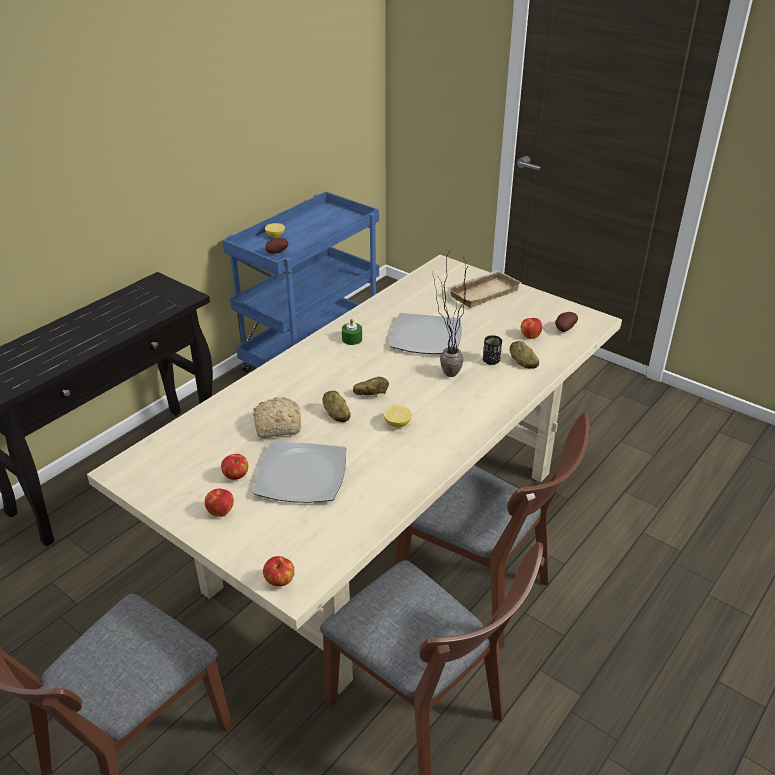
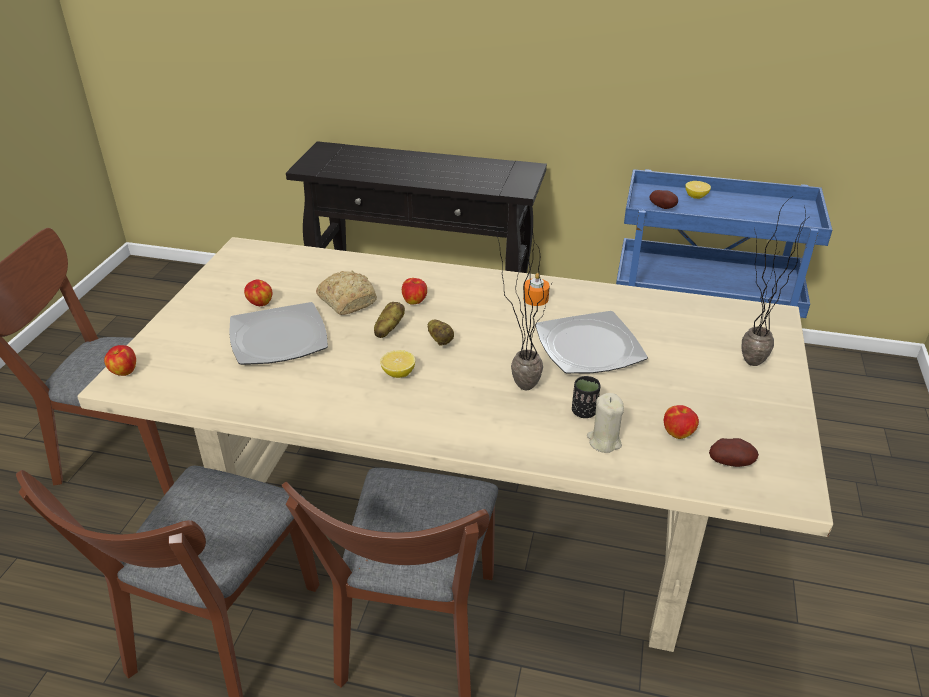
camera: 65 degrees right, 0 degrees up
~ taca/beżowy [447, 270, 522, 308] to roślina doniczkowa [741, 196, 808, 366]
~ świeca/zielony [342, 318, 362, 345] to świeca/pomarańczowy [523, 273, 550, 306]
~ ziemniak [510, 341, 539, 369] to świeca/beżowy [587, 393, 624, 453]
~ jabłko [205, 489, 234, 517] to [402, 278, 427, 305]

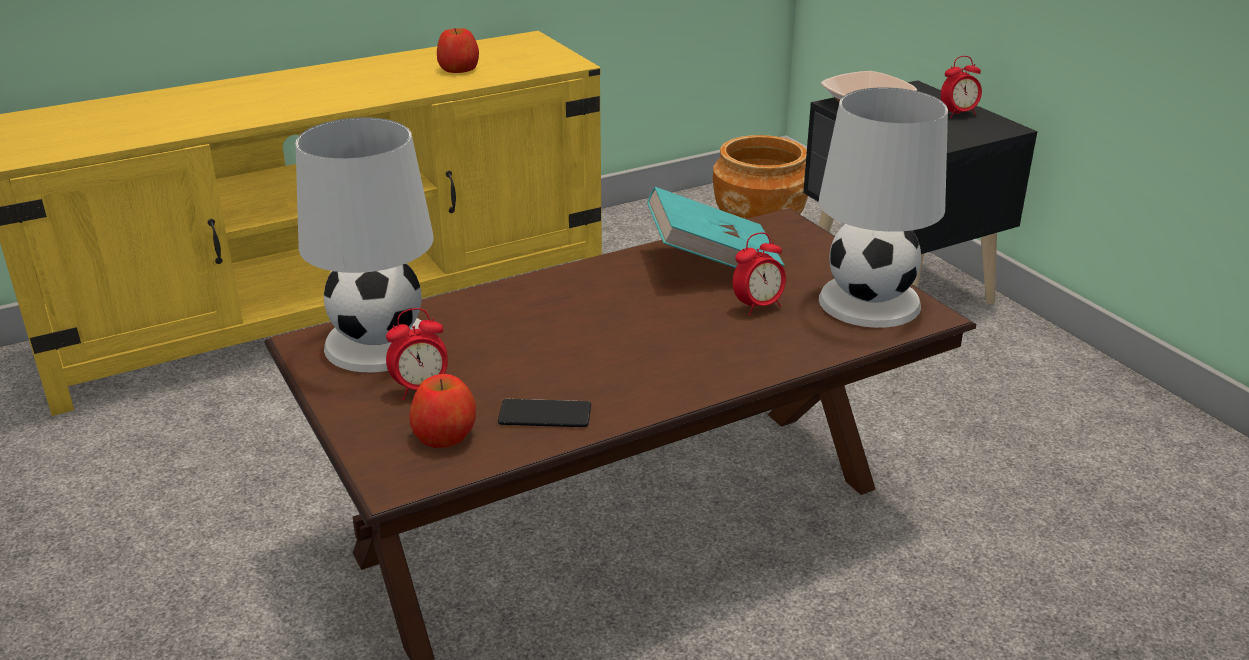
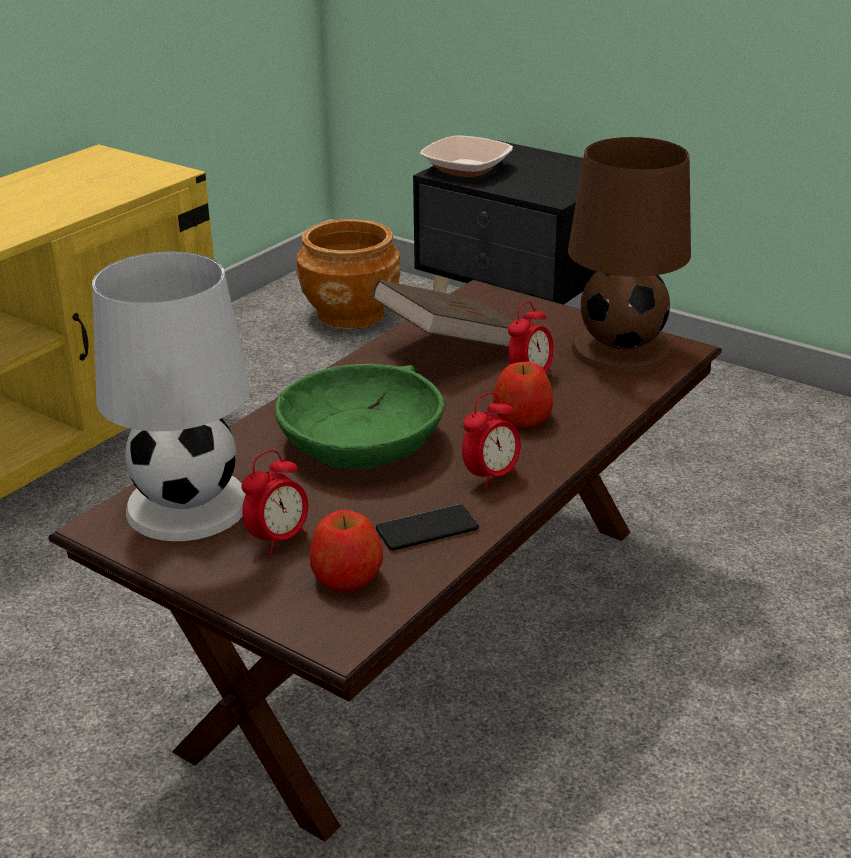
camera: 25 degrees left, 0 degrees up
~ jabłko [437, 28, 479, 73] to [493, 361, 553, 428]
~ budzik [941, 56, 982, 118] to [462, 392, 521, 489]
~ lampa stołowa/biały [819, 87, 948, 328] to lampa stołowa/brązowy [568, 137, 691, 373]
~ książka/turkusowy [647, 187, 784, 268] to książka/brązowy [373, 280, 513, 348]
+ miska/zielony [275, 364, 444, 468]

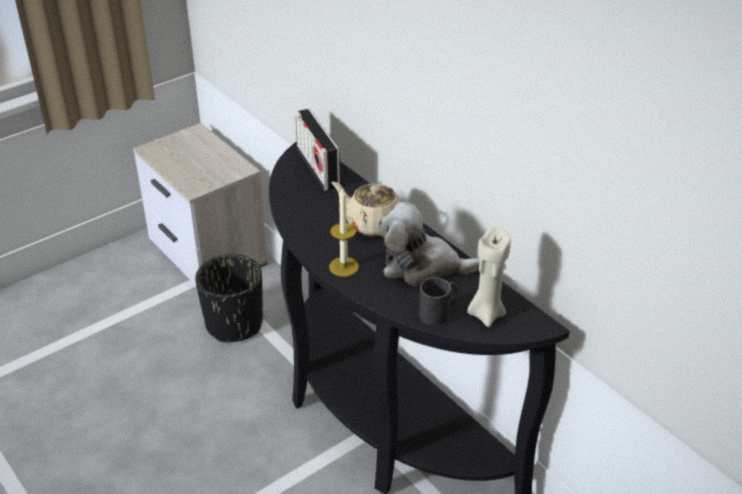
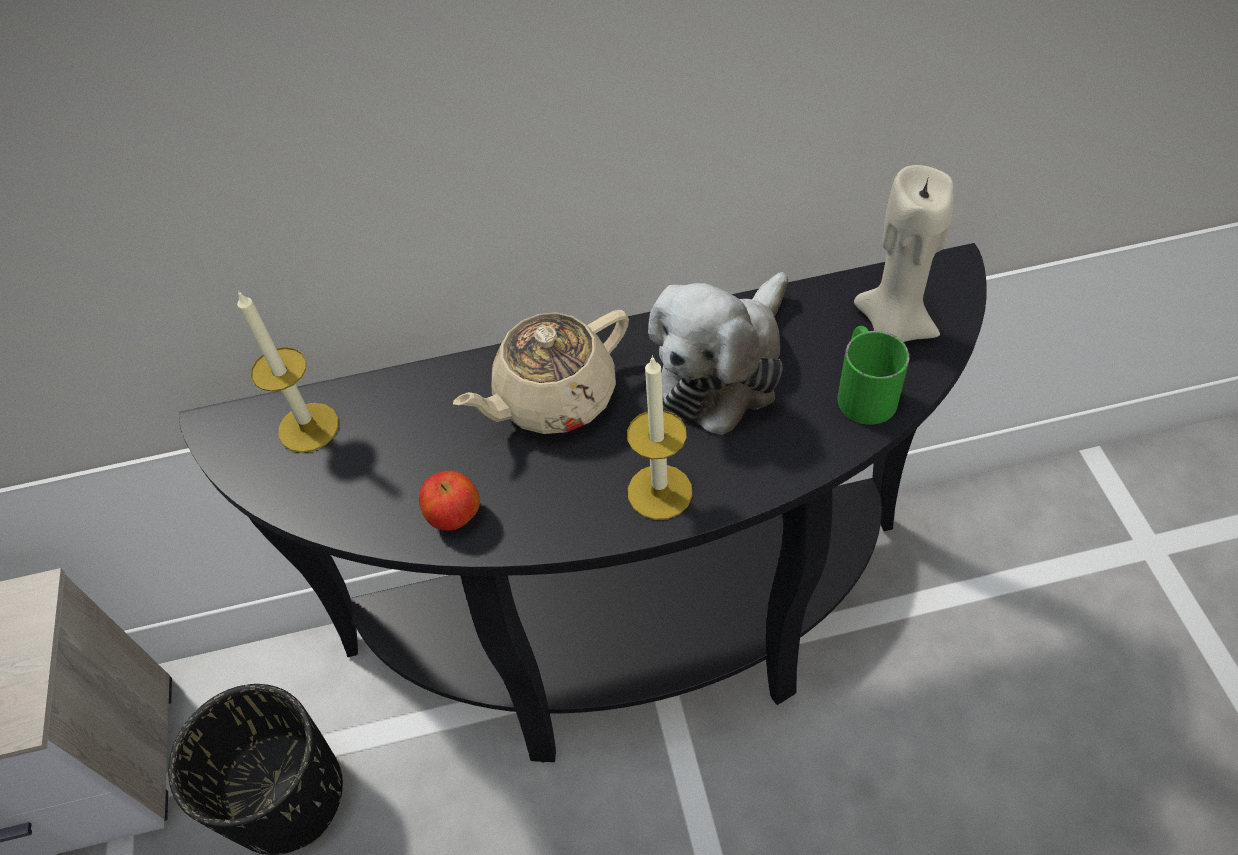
camera: 60 degrees left, 15 degrees up
~ radio [295, 109, 340, 191] to świeca [237, 290, 339, 453]
~ kubek/czarny [419, 278, 458, 326] to kubek/zielony [837, 326, 910, 425]
+ jabłko [419, 471, 480, 531]

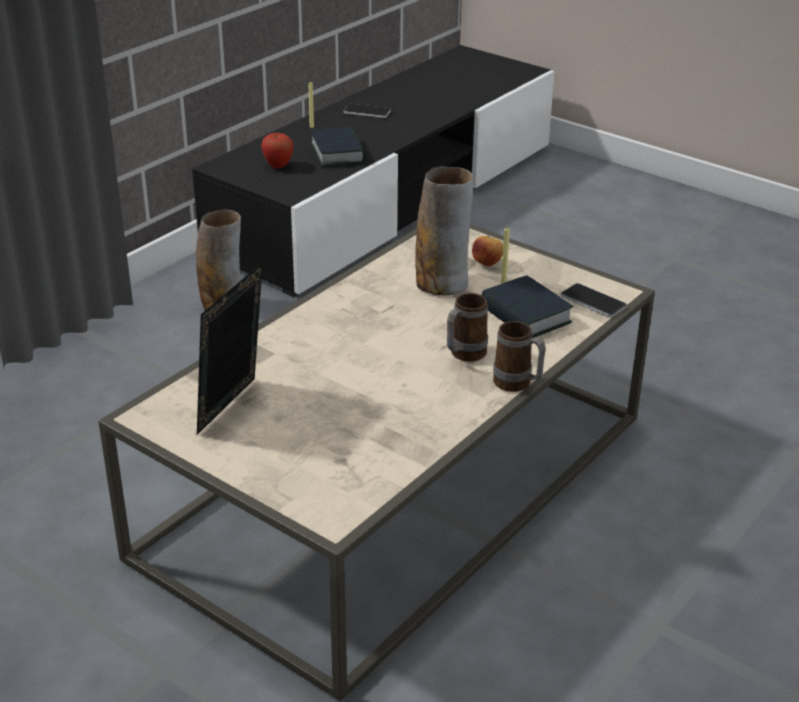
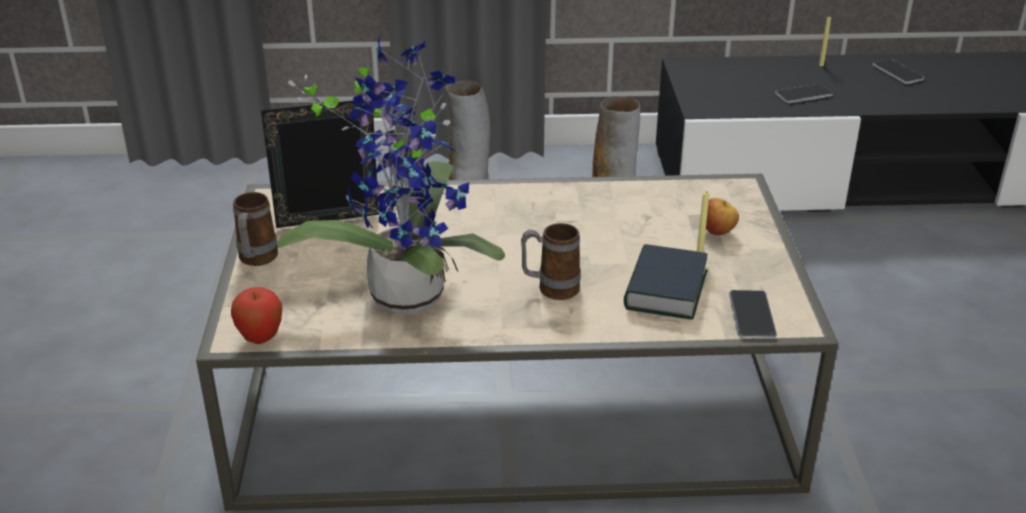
camera: 50 degrees right, 0 degrees up
~ książka [311, 127, 365, 167] to telefon [775, 84, 833, 103]
~ jabłko [261, 133, 294, 169] to [231, 287, 282, 344]
~ wazon [415, 167, 473, 296] to [445, 80, 490, 180]
~ kubek [493, 321, 546, 392] to [233, 192, 278, 266]
+ roślina doniczkowa [277, 36, 505, 314]

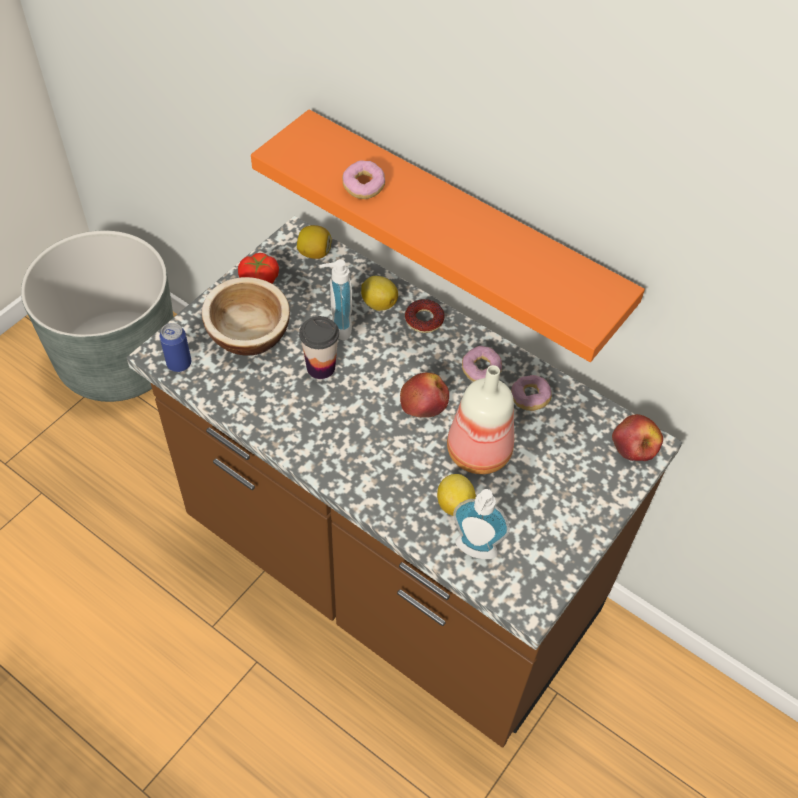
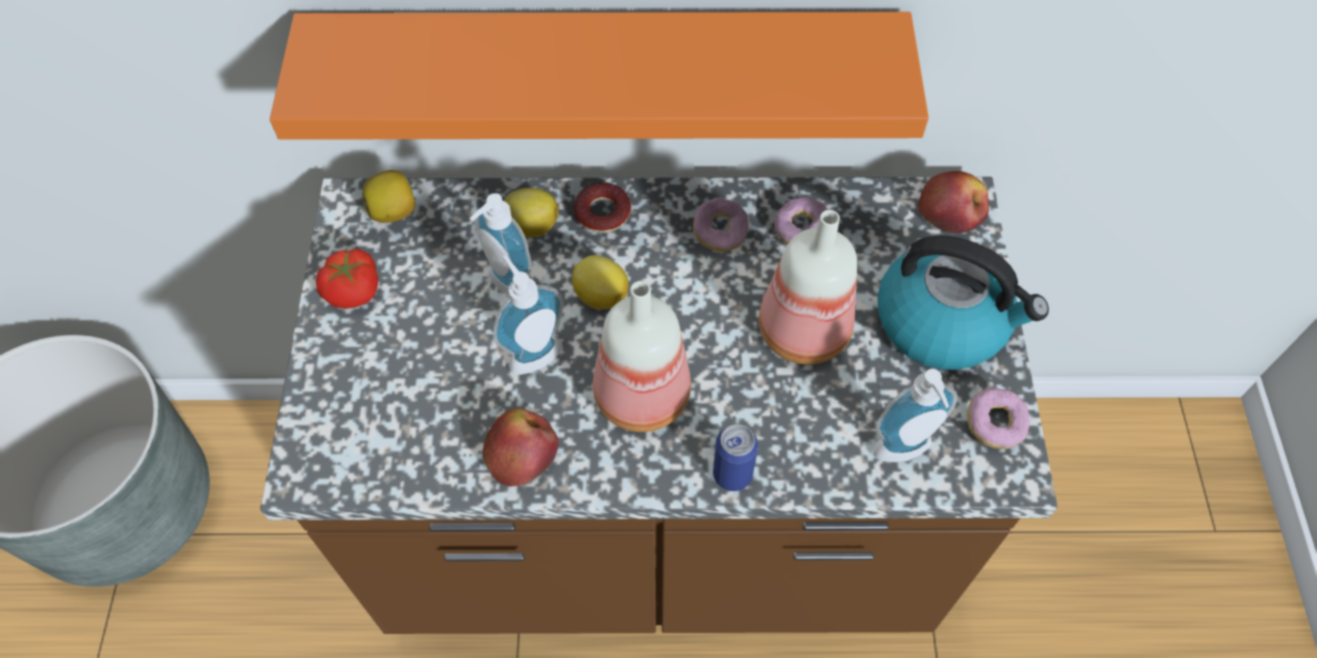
camera: 35 degrees left, 5 degrees up
~ donut [342, 160, 385, 199] to [967, 388, 1029, 449]
- miska [202, 277, 290, 356]
~ filiżanka [299, 316, 339, 379] to dozownik mydła [493, 255, 564, 375]
~ puszka [160, 323, 191, 372] to [713, 424, 758, 491]
~ jabłko [400, 373, 449, 418] to [482, 408, 559, 487]
~ cytryna [437, 474, 476, 516] to [572, 255, 629, 310]
+ czajnik [877, 235, 1049, 370]
+ butelka [593, 281, 691, 432]

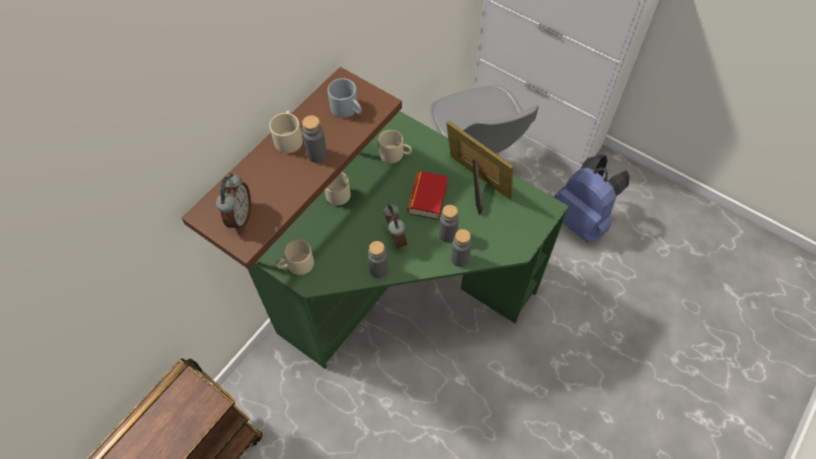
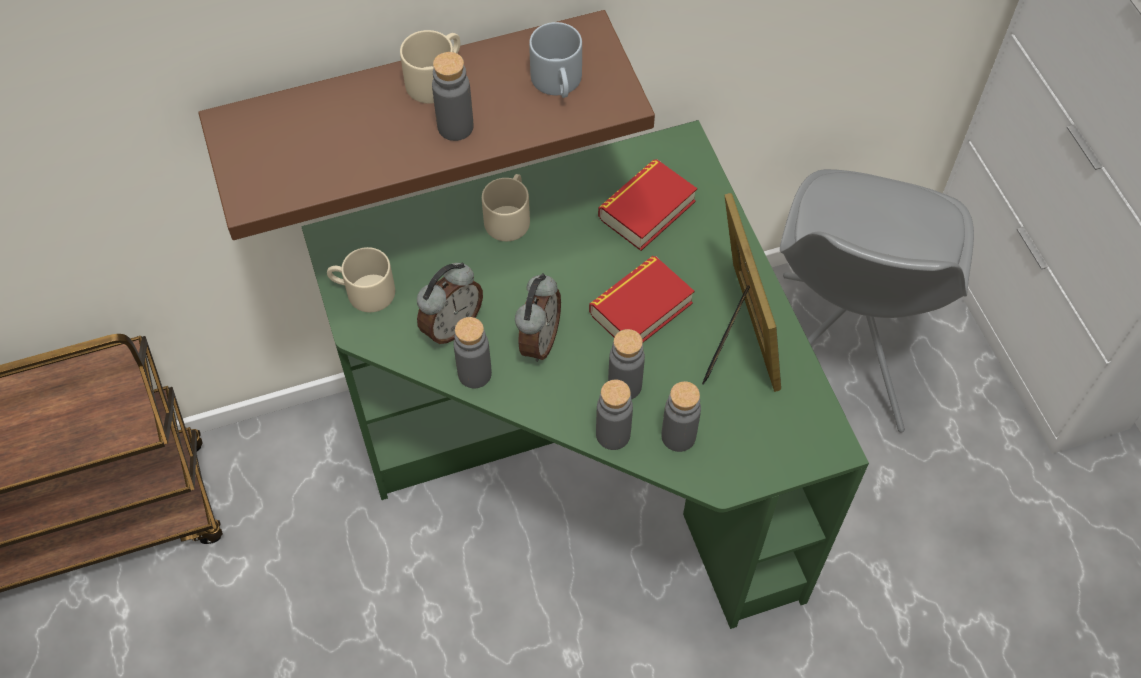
camera: 35 degrees right, 0 degrees up
~ kubek/beżowy [378, 130, 412, 163] to książka [598, 159, 697, 251]
- plecak/niebieski [554, 154, 630, 242]
~ budzik [216, 173, 251, 230] to [417, 262, 483, 344]
+ butelka/szary [661, 381, 701, 452]

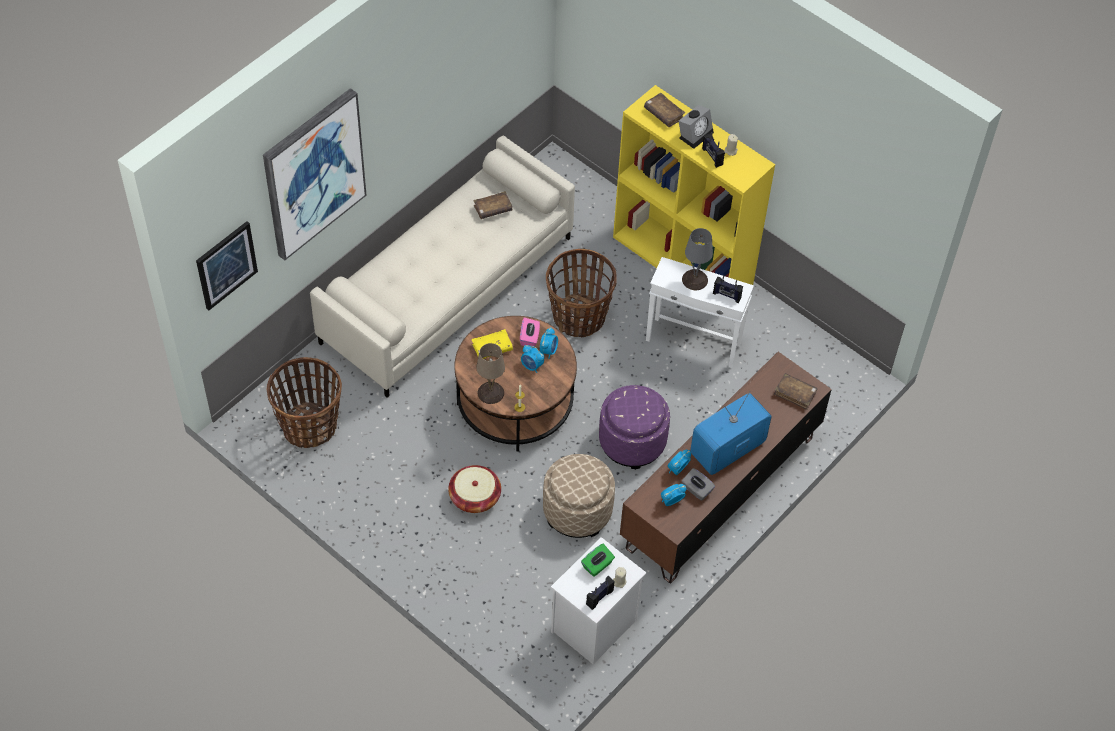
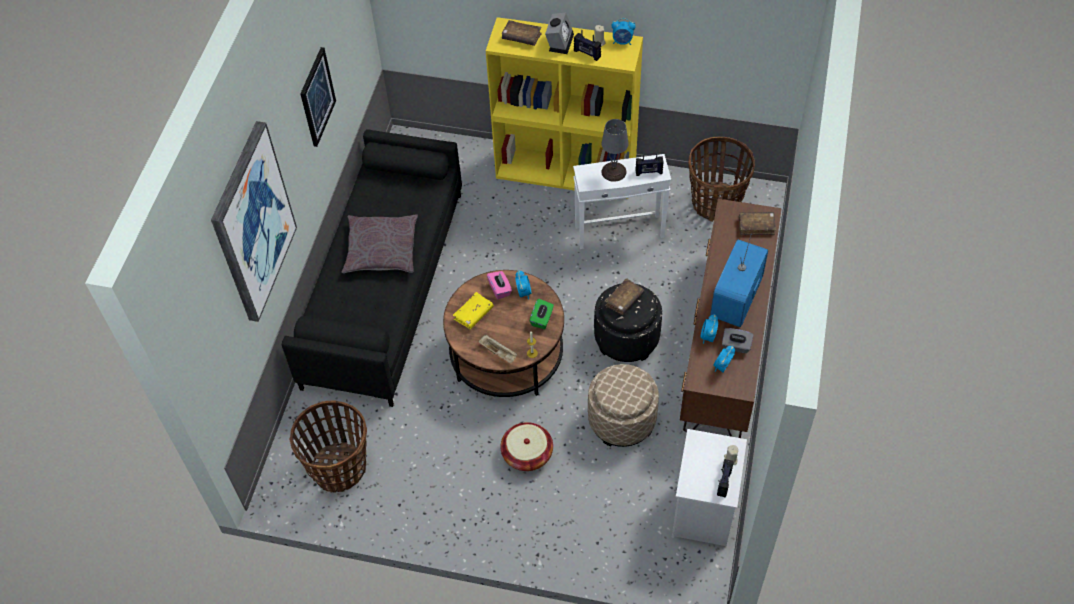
camera: 25 degrees left, 0 degrees up
~ kanapa/beżowy [310, 135, 575, 398] to kanapa/czarny [282, 129, 462, 407]
~ książka/brązowy [473, 191, 512, 219] to [605, 278, 644, 315]
~ obraz [196, 221, 258, 310] to [300, 47, 336, 147]
~ koszyk [546, 249, 617, 337] to [688, 137, 755, 222]
~ lampa stołowa/beżowy [476, 343, 505, 404] to taca/beżowy [478, 335, 517, 364]
~ budzik [521, 345, 544, 373] to [611, 18, 636, 45]
~ pufa/fioletowy [599, 385, 670, 469] to pufa/czarny [594, 284, 662, 362]
~ pudełko chusteczek/zielony [581, 543, 615, 577] to [530, 299, 554, 329]
+ poduszka/szary [342, 214, 418, 273]

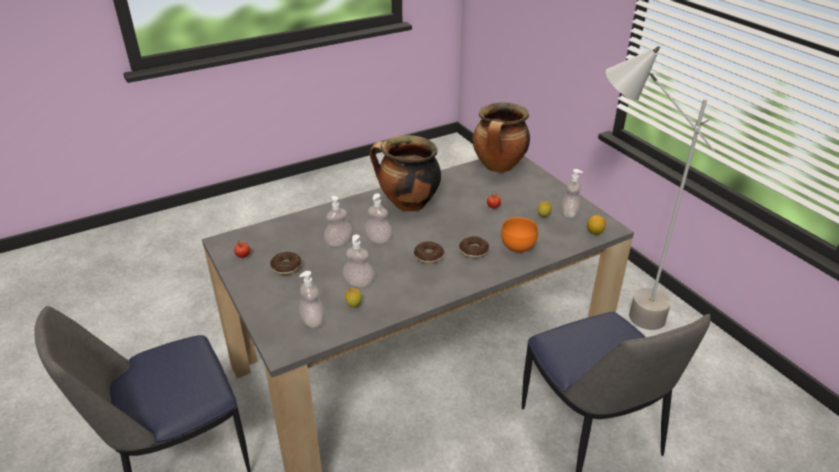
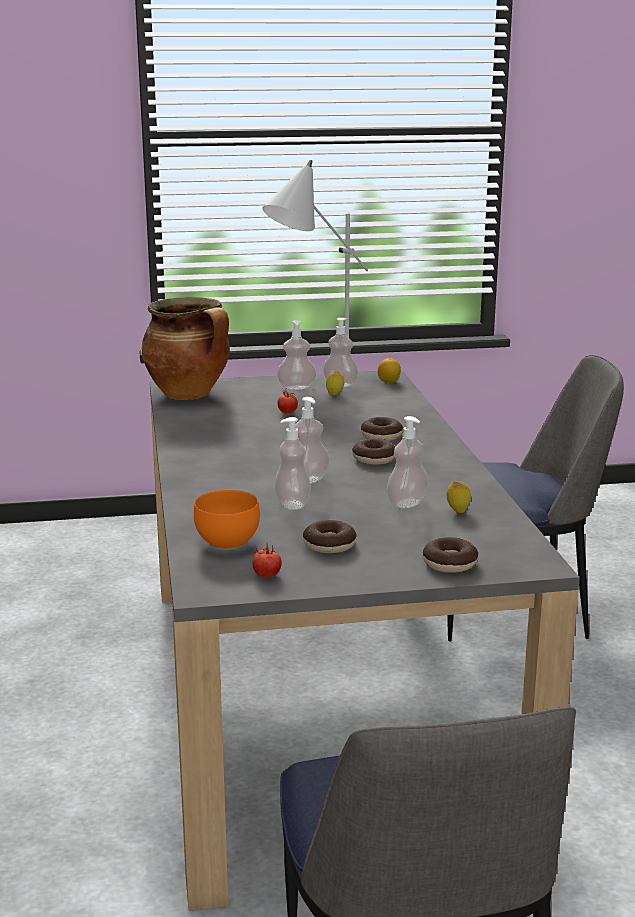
camera: 70 degrees left, 15 degrees down
- garnek [370, 135, 441, 212]
~ miska/pomarańczowy [501, 217, 538, 253] to [194, 490, 260, 550]
~ dozownik mydła [299, 271, 325, 328] to [277, 320, 316, 390]
+ donut [423, 537, 478, 573]

